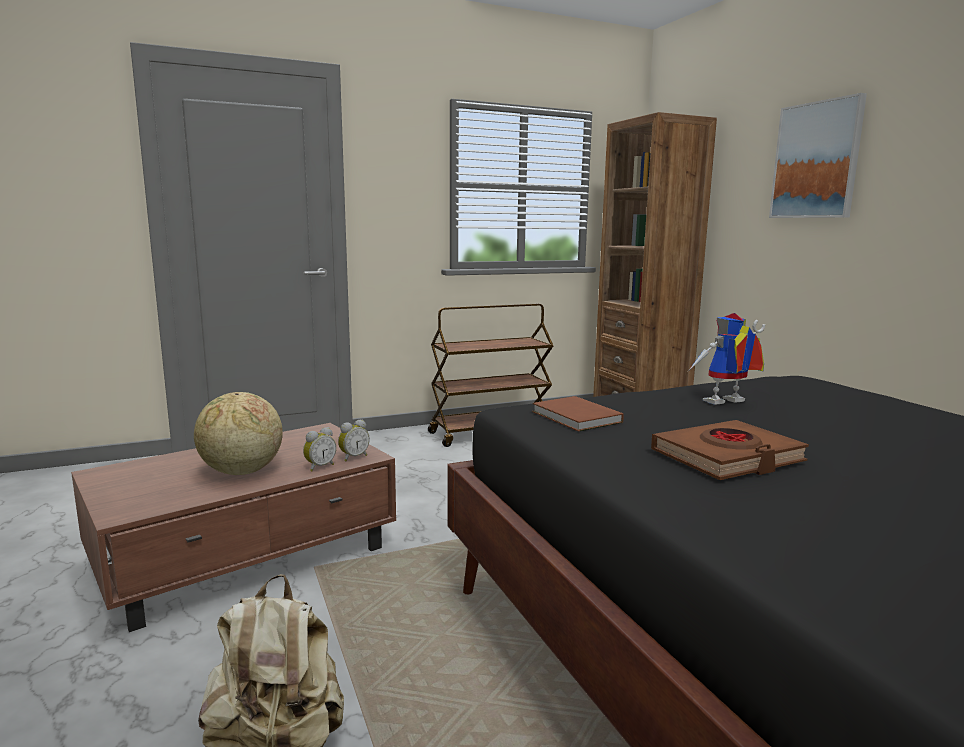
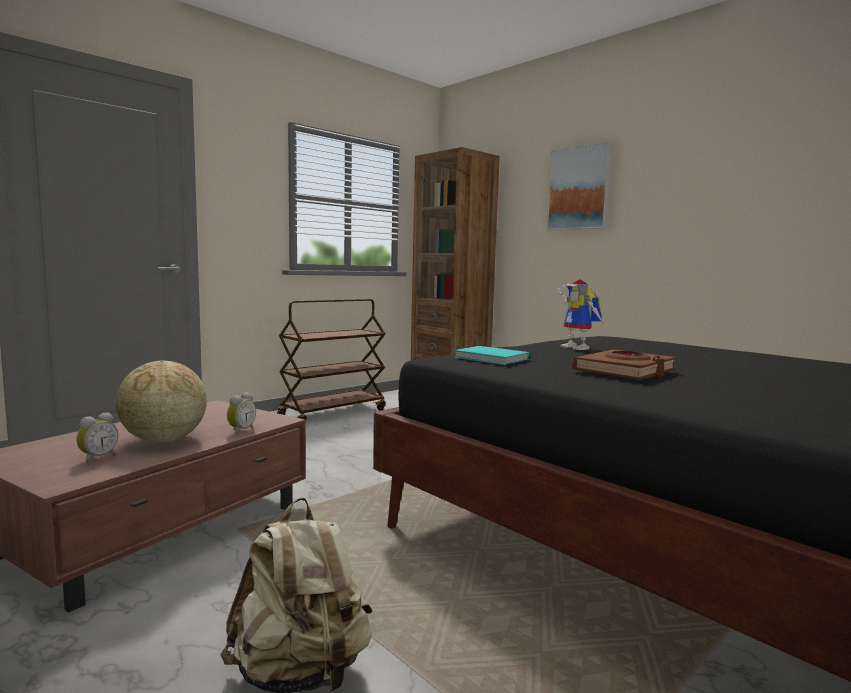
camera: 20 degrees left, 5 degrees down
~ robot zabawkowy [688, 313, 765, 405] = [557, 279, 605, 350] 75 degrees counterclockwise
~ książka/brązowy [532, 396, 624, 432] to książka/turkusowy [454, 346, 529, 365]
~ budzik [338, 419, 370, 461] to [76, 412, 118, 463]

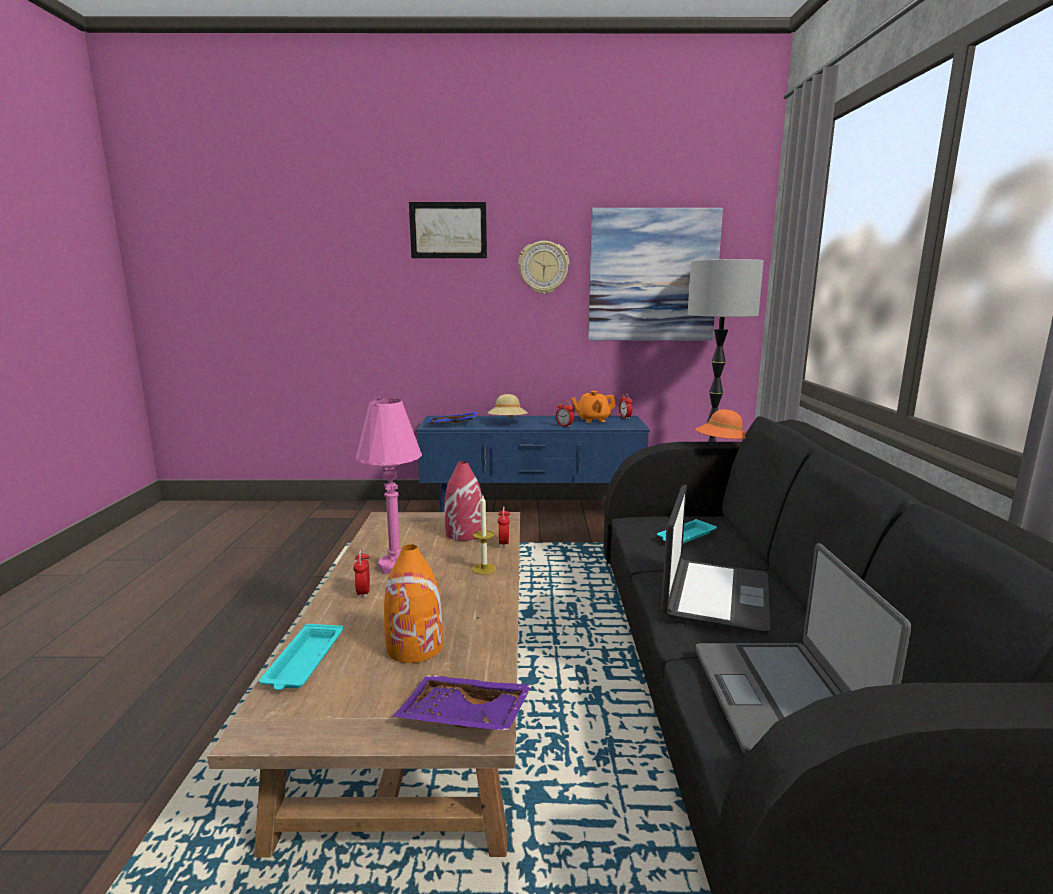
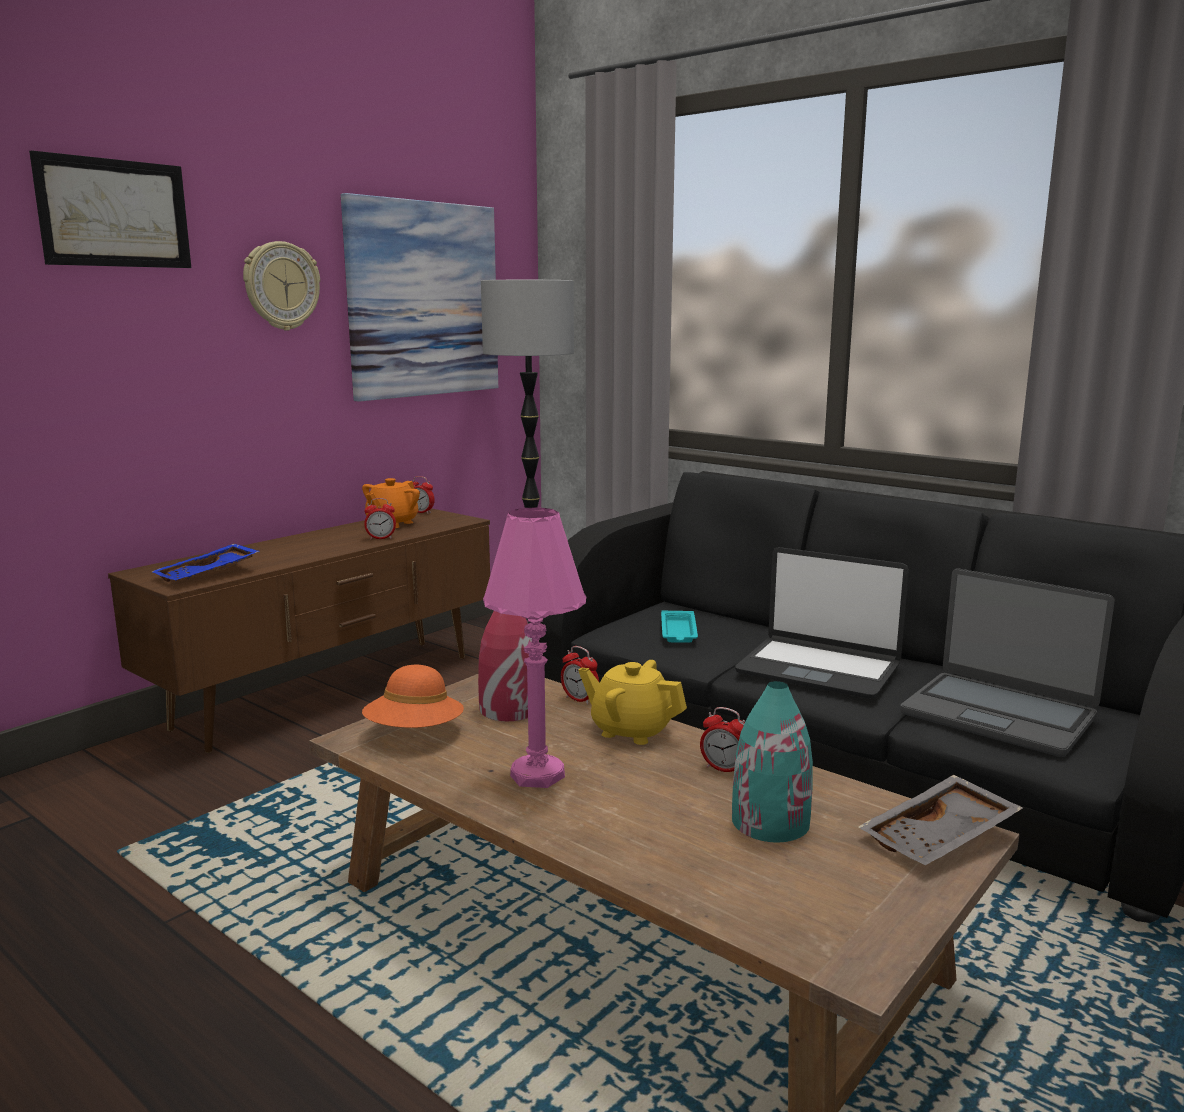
camera: 50 degrees left, 0 degrees up
- kapelusz/beżowy [487, 394, 528, 419]
~ kapelusz/pomarańczowy [696, 409, 746, 439] to [362, 665, 464, 728]
~ szafka pod telewizor/niebieski [416, 416, 650, 512] to szafka pod telewizor/brązowy [108, 508, 490, 753]
~ laptop [661, 485, 771, 634] = [735, 547, 909, 699] 150 degrees clockwise
~ świeca [472, 496, 496, 575] to imbryk/żółty [578, 660, 687, 745]
~ wazon/pomarańczowy [384, 544, 443, 663] to wazon/turkusowy [732, 681, 813, 842]
~ budzik [353, 549, 370, 599] to [700, 707, 745, 772]
- taca/turkusowy [259, 624, 343, 690]
~ taca/fioletowy [393, 675, 532, 731] to taca/szary [858, 775, 1023, 866]

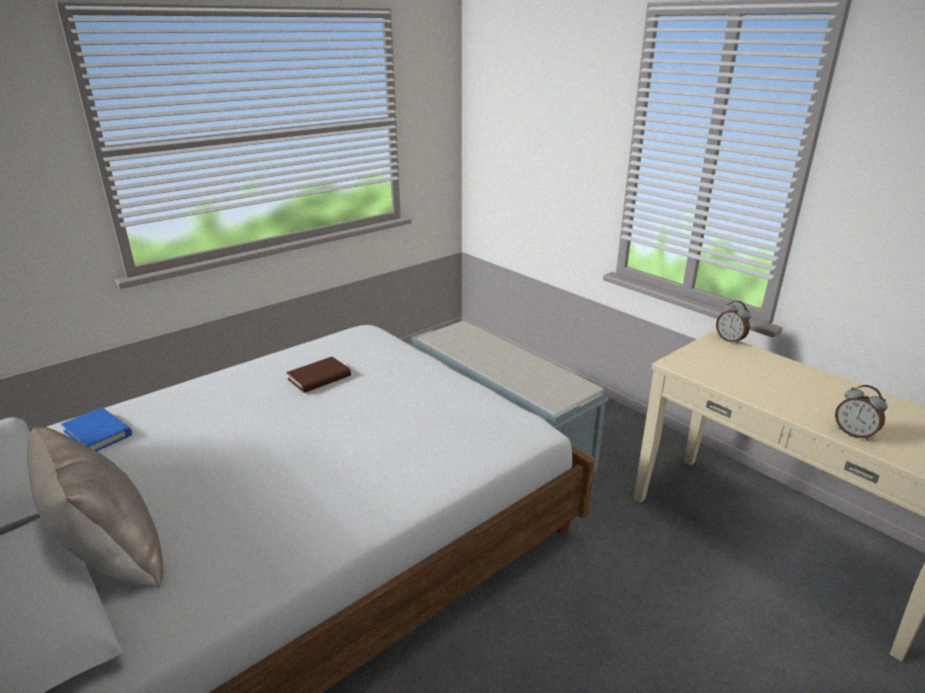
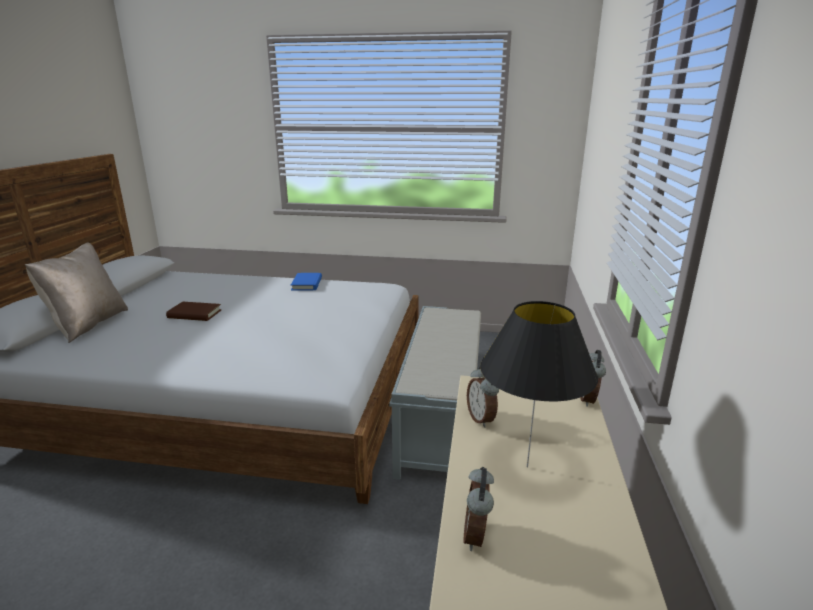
camera: 50 degrees right, 5 degrees down
~ książka/brązowy [286, 357, 351, 393] to [166, 302, 221, 321]
~ książka/niebieski [61, 407, 132, 451] to [291, 273, 322, 290]
+ lampa stołowa/czarny [480, 301, 598, 468]
+ budzik [467, 367, 499, 427]

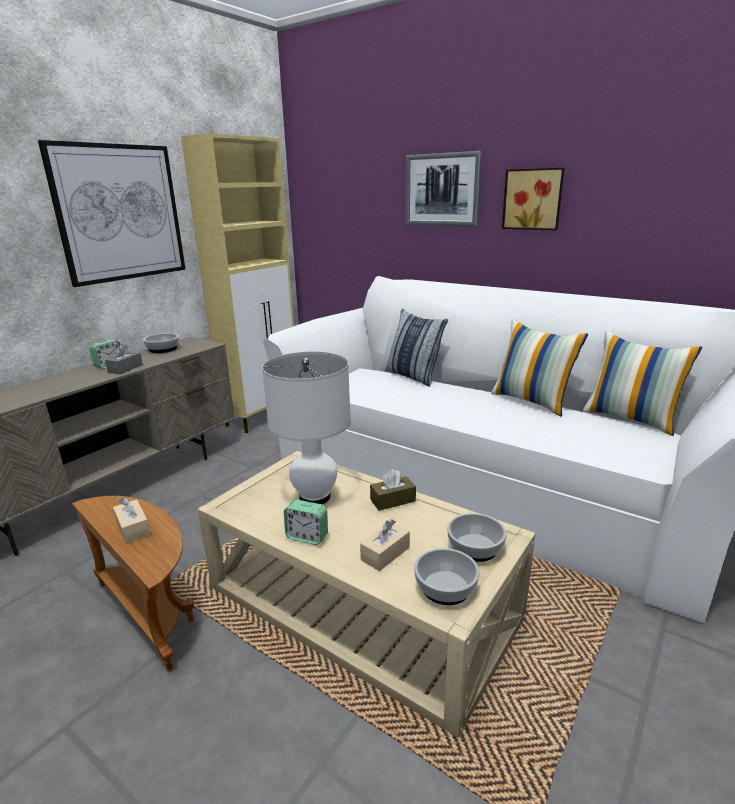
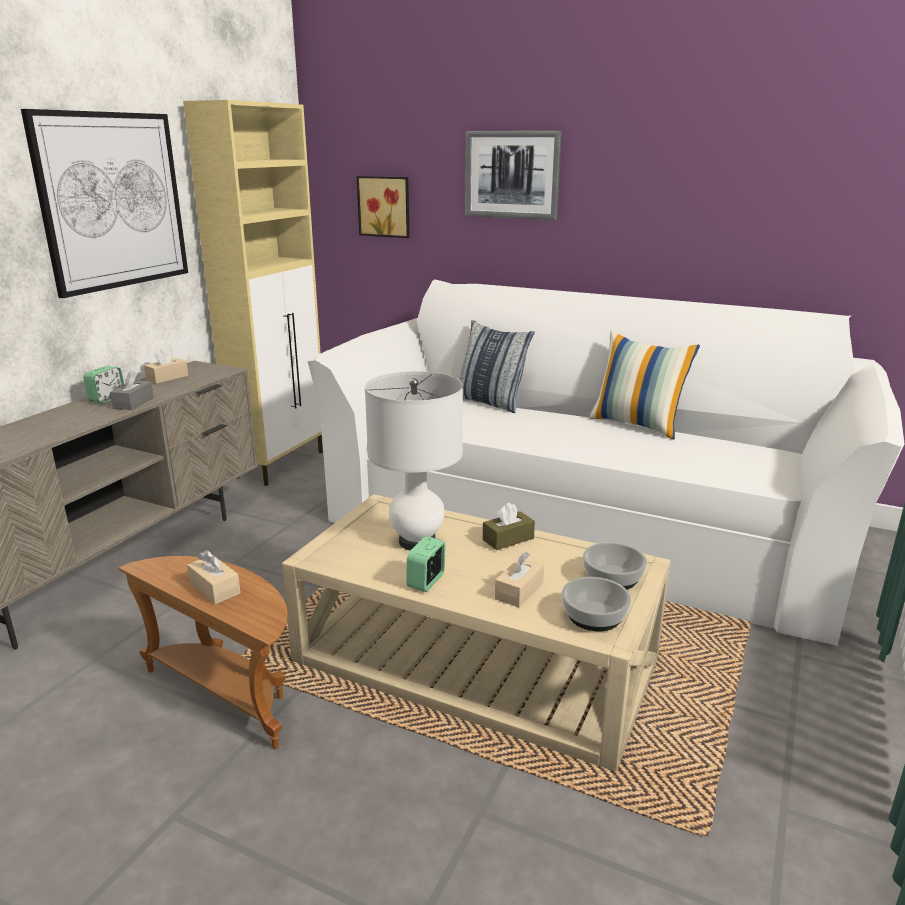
camera: 10 degrees left, 0 degrees up
~ obraz [502, 167, 565, 230] to [357, 176, 410, 238]
- poduszka [583, 331, 702, 436]
~ miska [143, 333, 179, 353] to pudełko chusteczek/beżowy [144, 348, 188, 384]
~ budzik [284, 500, 328, 545] = [406, 536, 446, 592] 105 degrees clockwise

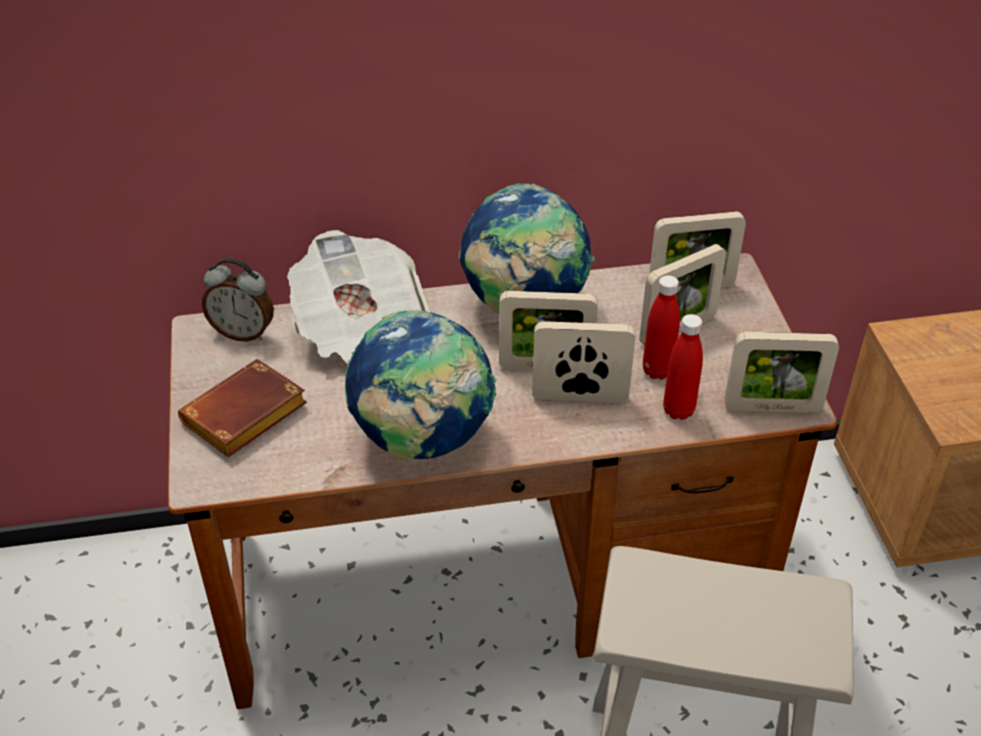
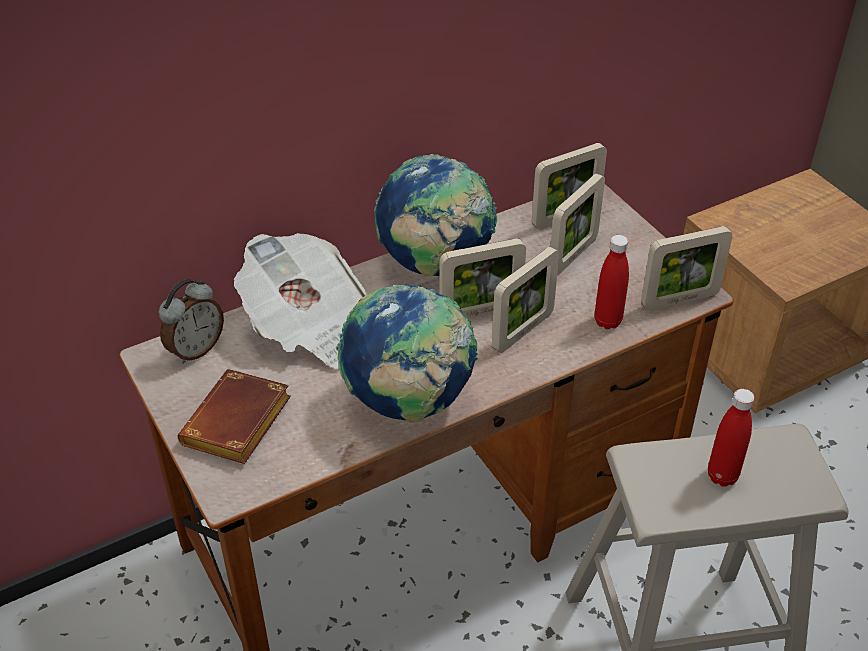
camera: 20 degrees left, 0 degrees up
~ budzik [202, 258, 274, 342] = [159, 279, 224, 364] 45 degrees counterclockwise
~ butelka/czerwony [643, 275, 680, 379] to [708, 389, 755, 487]
~ ramka na zdjęcie [532, 321, 635, 403] = [492, 247, 559, 353] 150 degrees clockwise

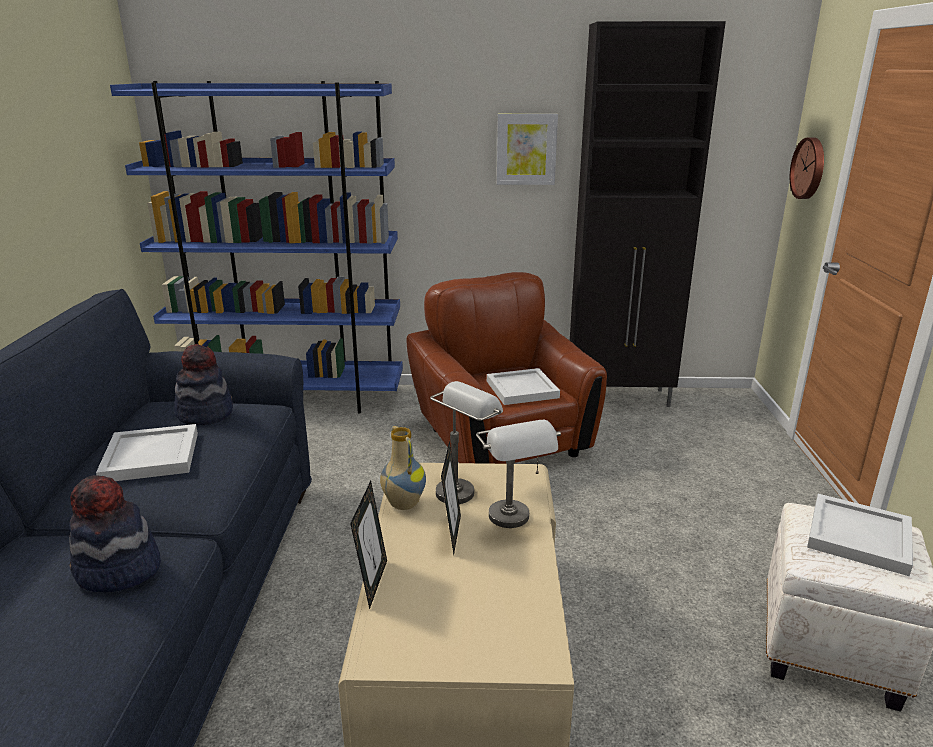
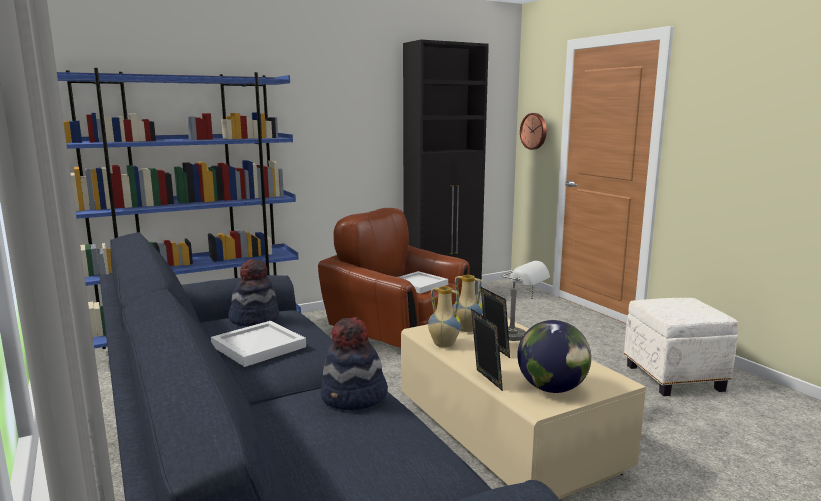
camera: 30 degrees left, 10 degrees down
- obraz [497, 114, 558, 185]
~ lampa stołowa/szary [430, 381, 503, 504] to wazon [453, 275, 483, 332]
- taca/biały [807, 494, 913, 576]
+ globus [517, 320, 591, 393]

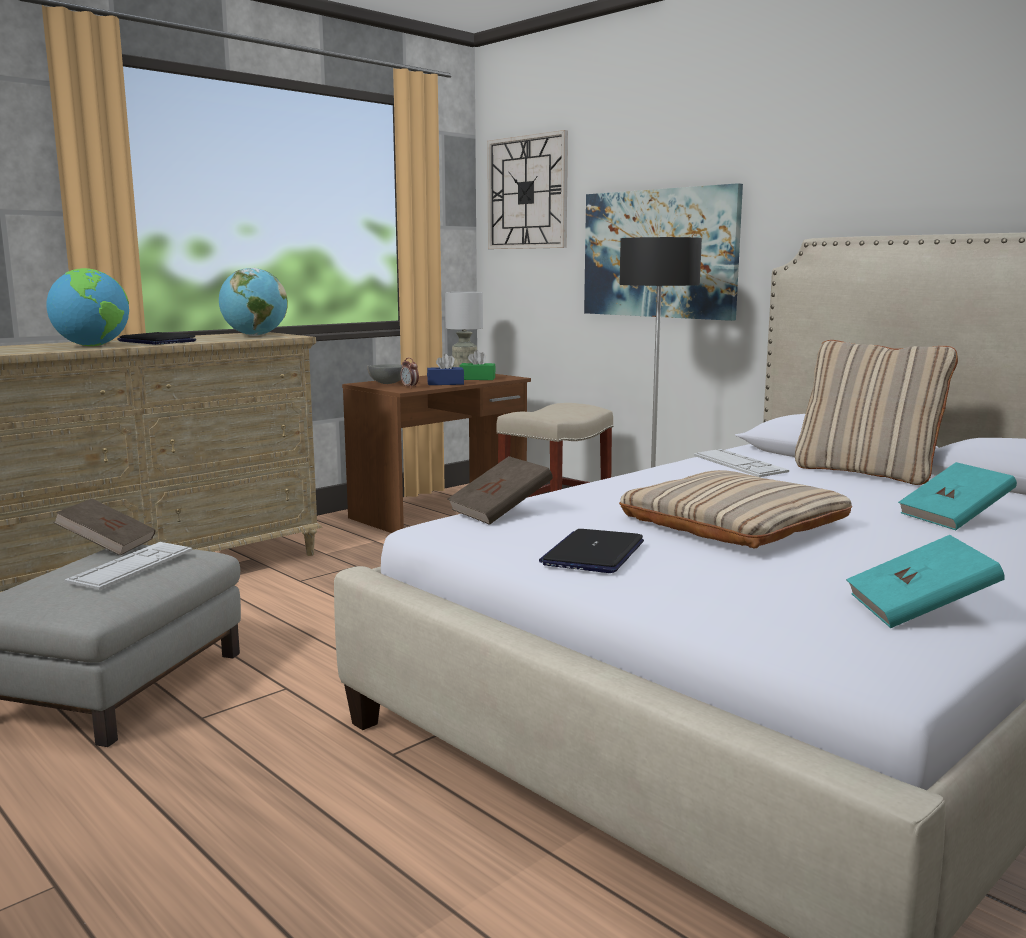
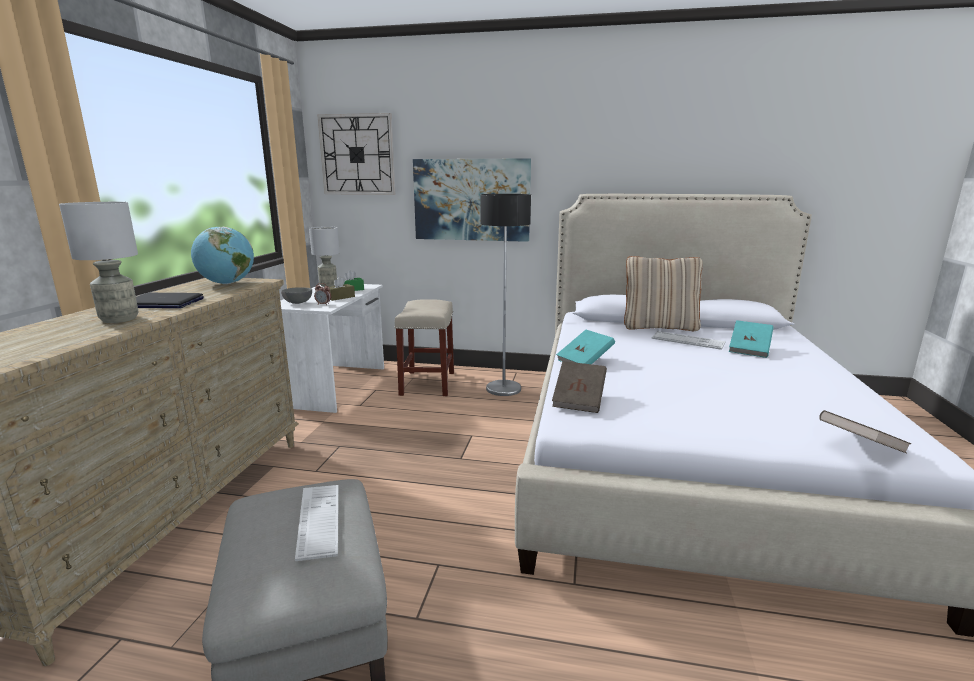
camera: 35 degrees left, 5 degrees up
~ globus [46, 268, 129, 346] to lampa stołowa/szary [59, 202, 139, 323]
~ pudełko chusteczek/niebieski [427, 354, 464, 385] to pudełko chusteczek/brązowy [329, 276, 355, 301]
~ biurko/brązowy [342, 374, 531, 533] to biurko/biały [280, 284, 384, 413]
~ klawiatura [694, 449, 789, 477] to [651, 331, 726, 350]
- poduszka/beżowy [619, 470, 852, 549]
~ książka/brązowy [53, 499, 156, 556] to [819, 410, 911, 453]
- laptop [539, 529, 644, 573]
~ książka/turkusowy [846, 535, 1005, 628] to [556, 330, 615, 364]

